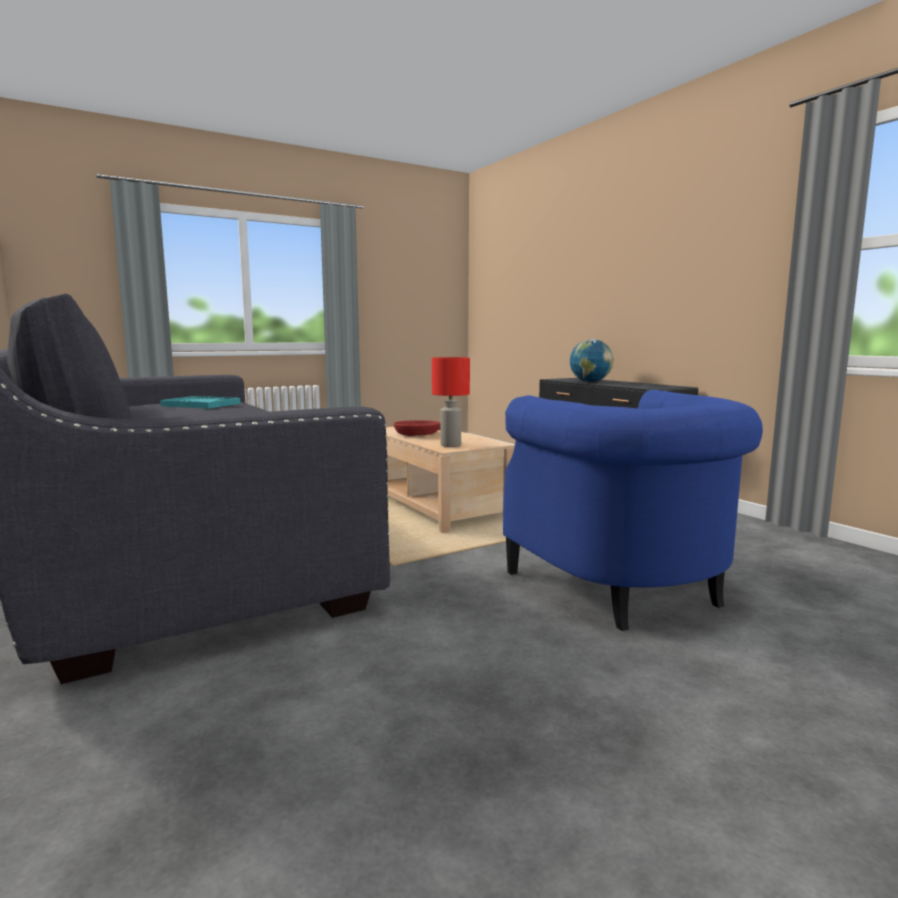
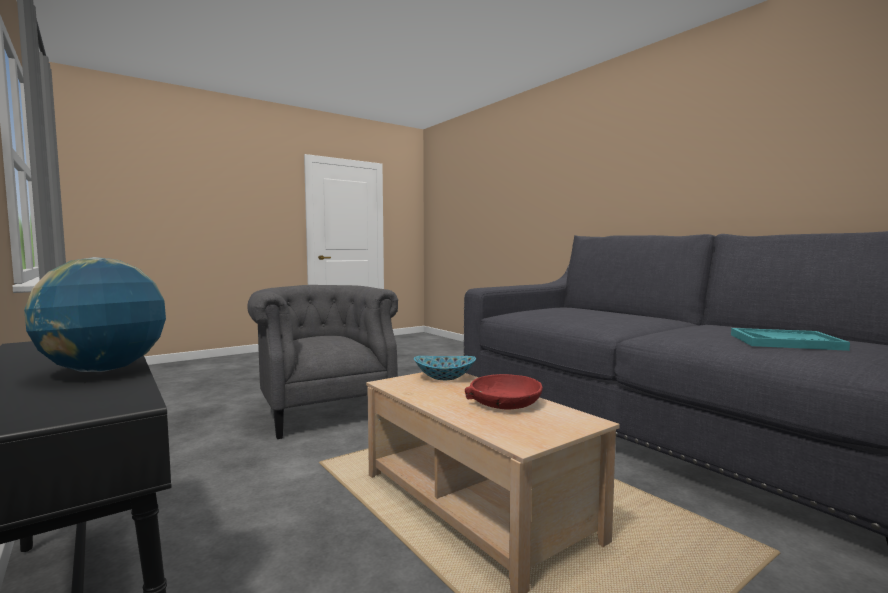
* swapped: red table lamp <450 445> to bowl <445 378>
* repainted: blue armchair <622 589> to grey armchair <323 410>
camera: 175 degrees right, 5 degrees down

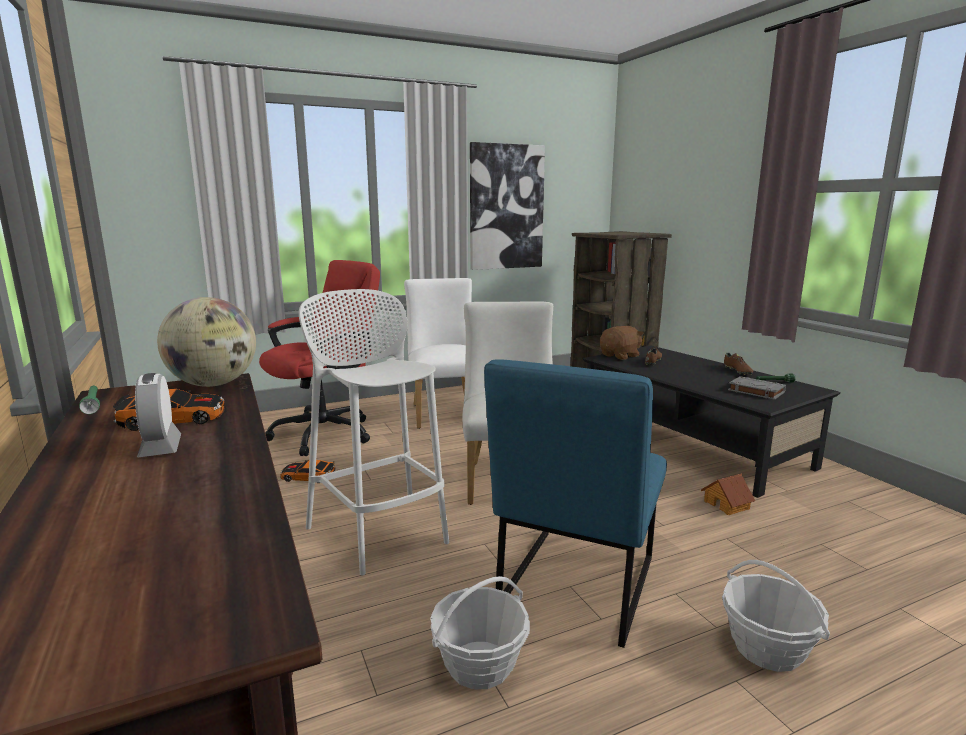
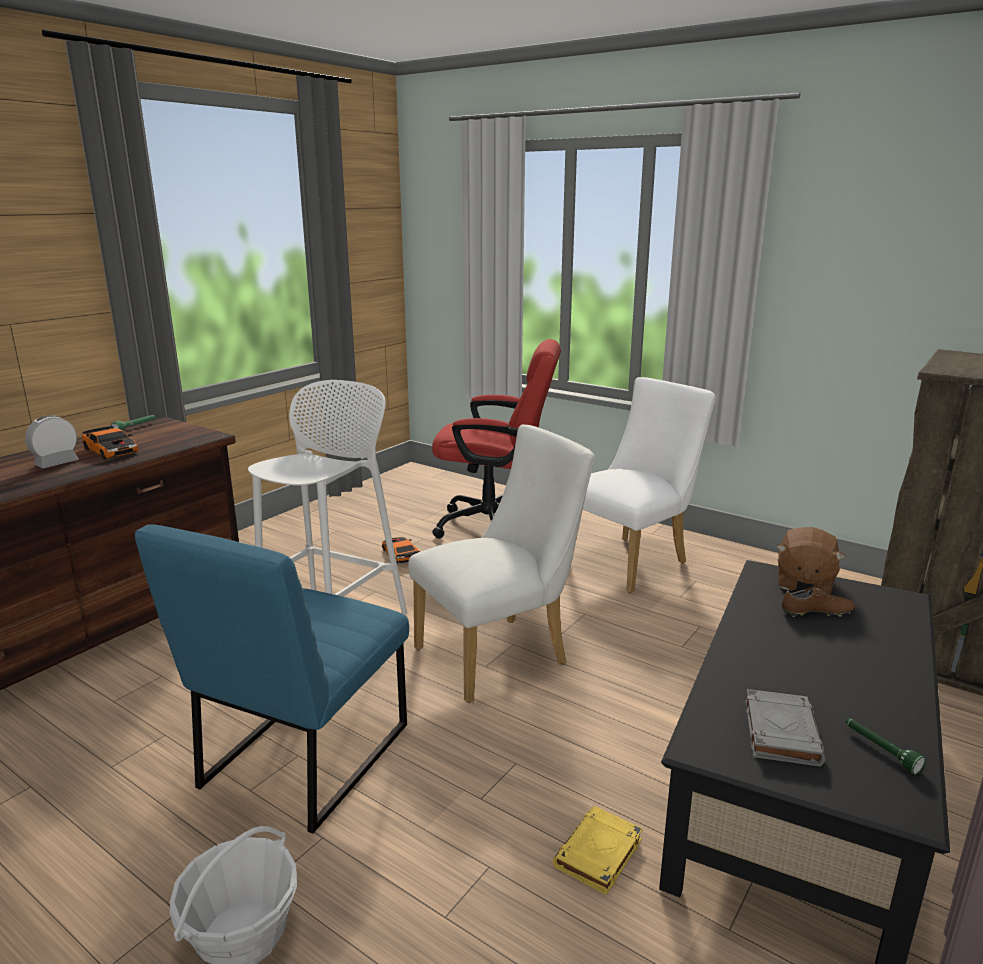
* gone: globe <213 384>
* gone: basket <480 664>
* gone: picture <506 207>
* rotated: blue chair <575 585> = <301 758> 60 degrees counterclockwise
* rotated: brown plush toy <620 356> = <803 582> 90 degrees clockwise
* swapped: toy house <727 504> to yellow book <598 854>
* gone: brown shoe <737 371>
camera: 60 degrees right, 5 degrees up

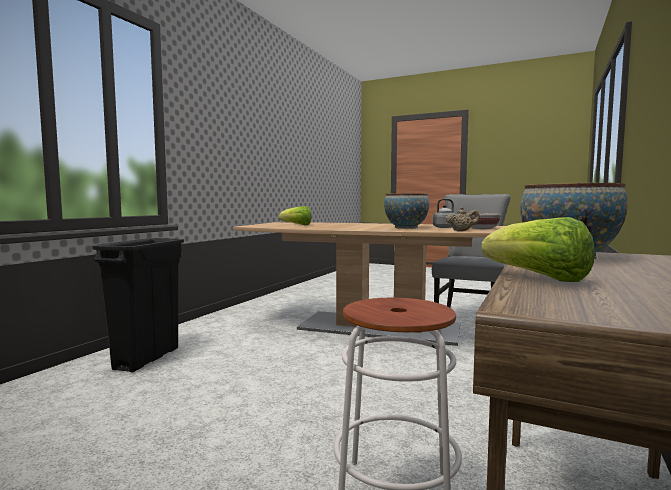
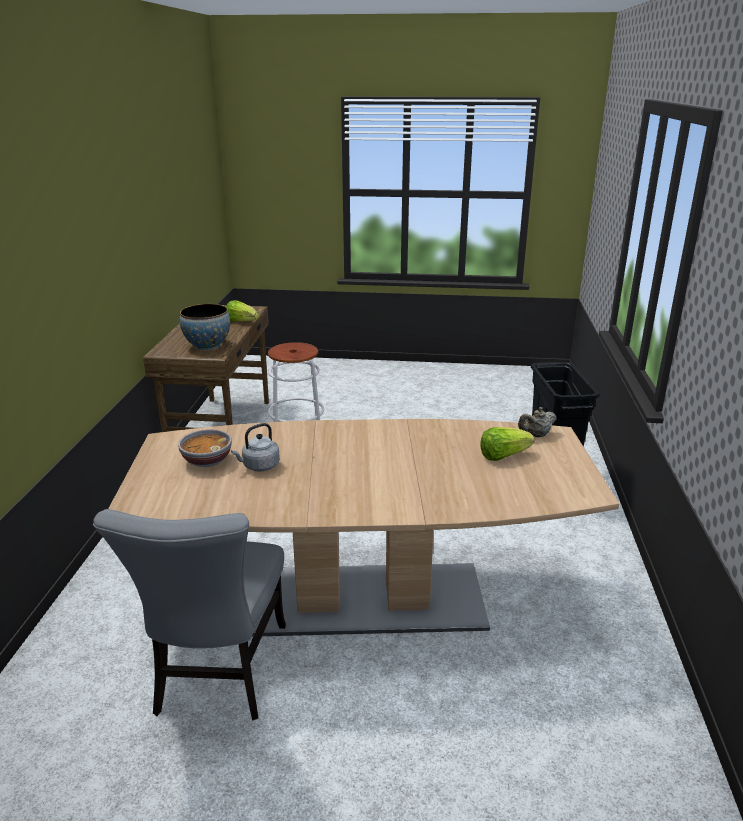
* gone: bowl <406 228>
* shifted: beige teapot <462 231> to <536 435>
camera: 160 degrees right, 20 degrees up

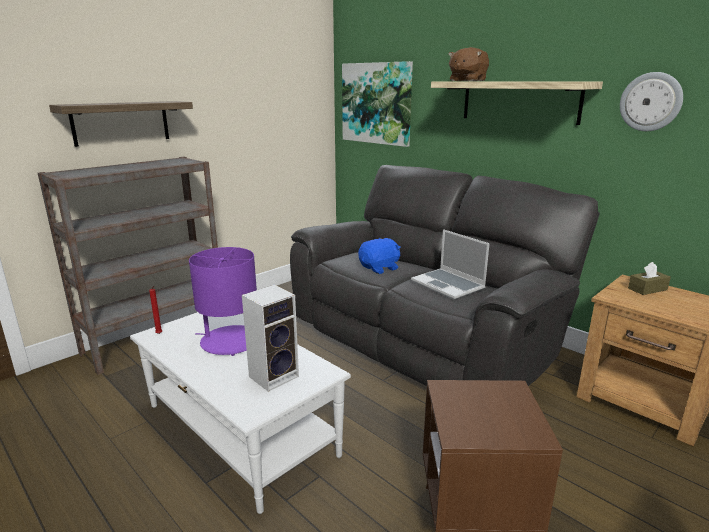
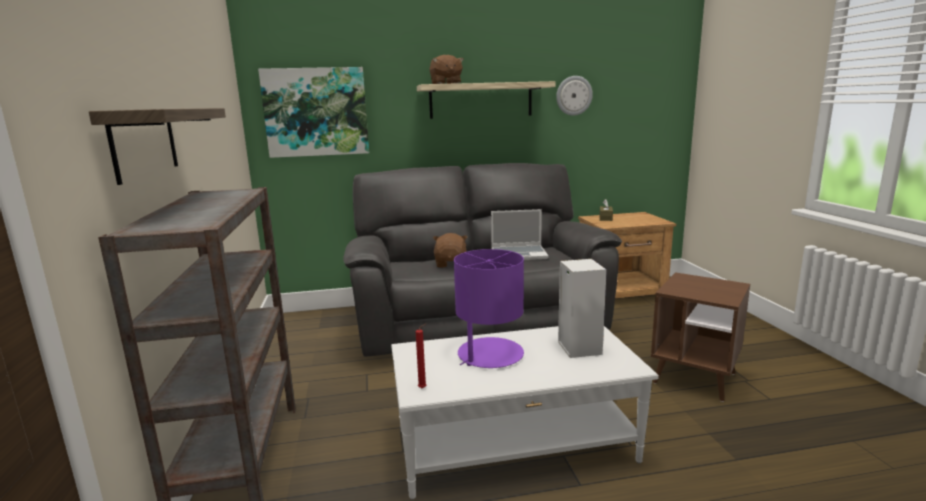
* repainted: blue plush toy <380 268> to brown plush toy <451 264>
camera: 55 degrees left, 5 degrees down

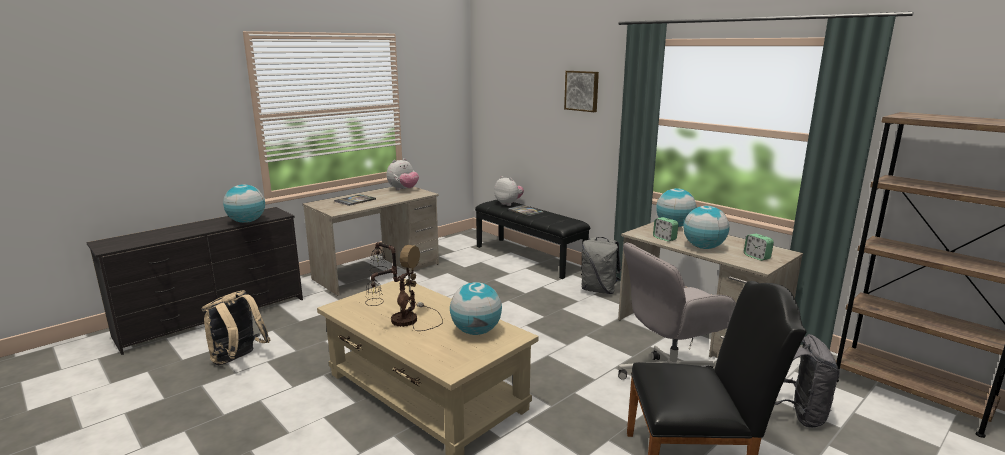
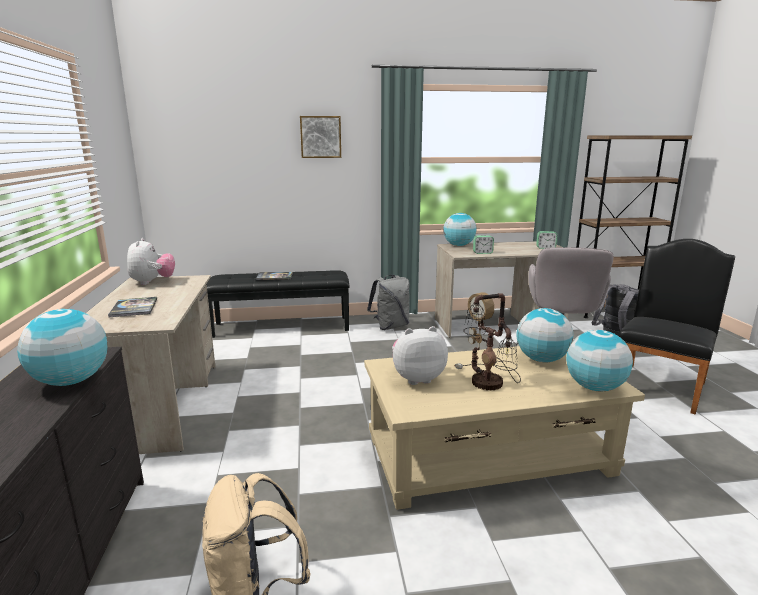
* shifted: plush toy <509 204> to <417 378>
* shifted: globe <703 247> to <595 387>
camera: 55 degrees left, 0 degrees up

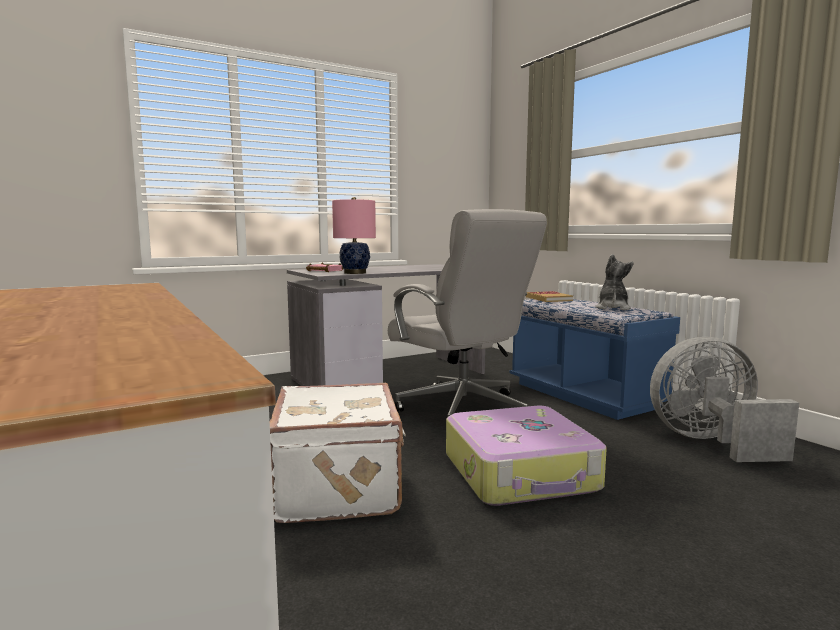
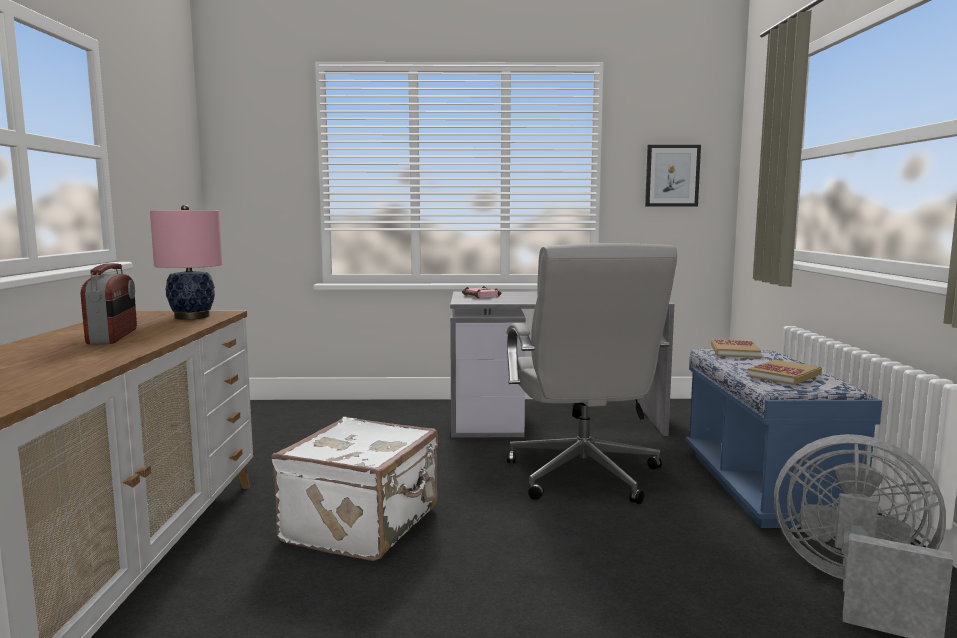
* shifted: pink table lamp <354 273> to <191 317>
* gone: suitcase <521 473>
* swapped: plush toy <612 308> to book <784 375>
* new: radio <114 337>
* new: picture <672 175>
camera: 30 degrees right, 0 degrees up

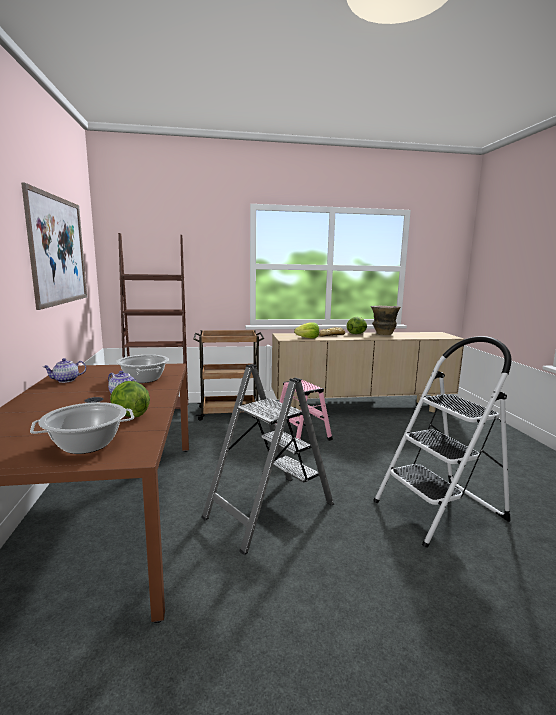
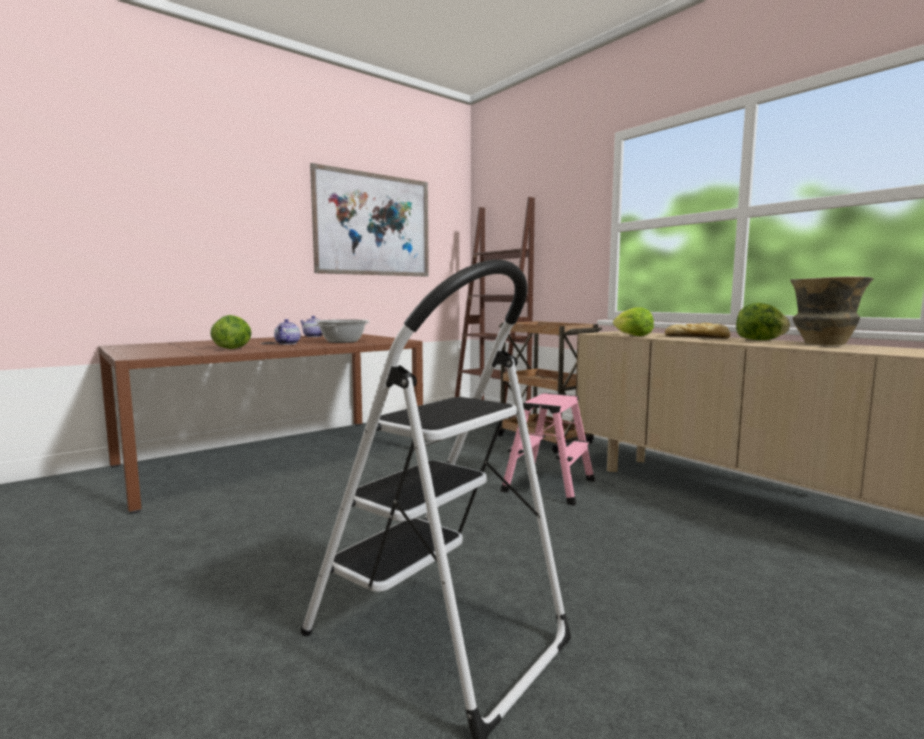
* gone: cooking pot <87 444>
* gone: grey step ladder <268 511>
camera: 60 degrees right, 5 degrees down

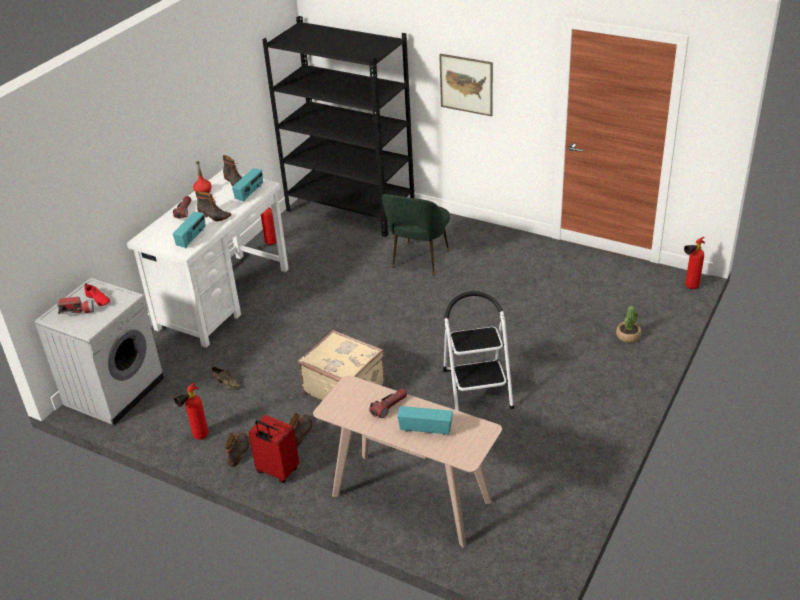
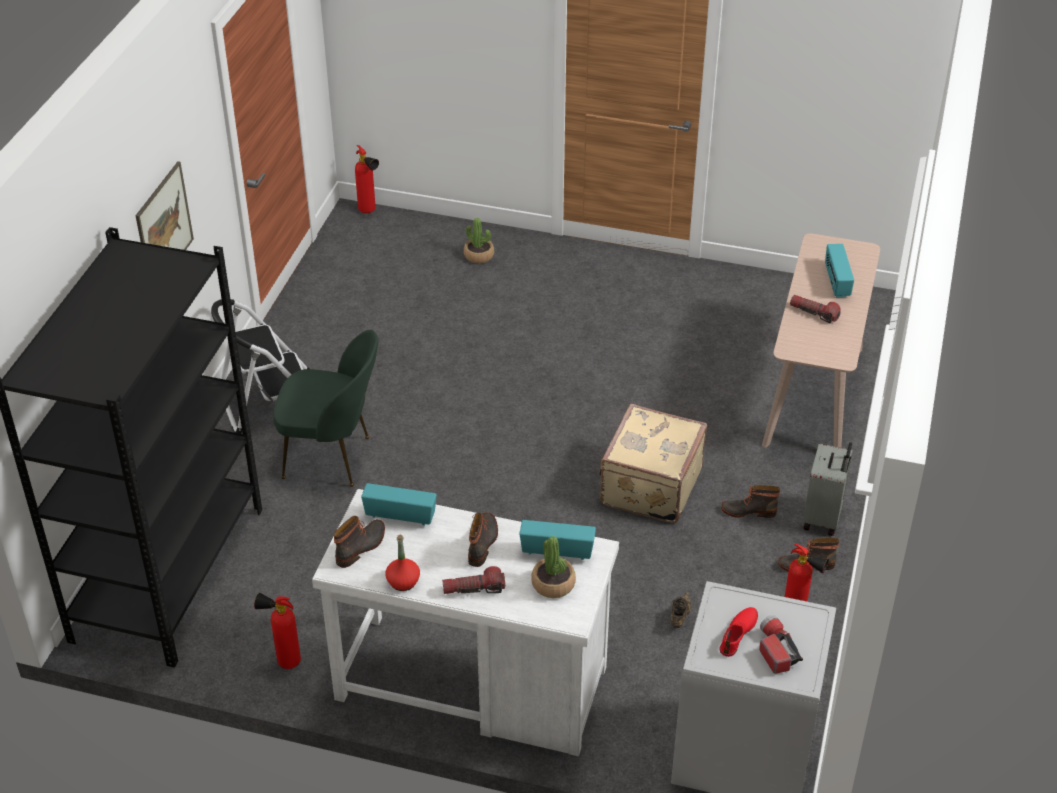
* repainted: red suitcase <277 471> to grey suitcase <823 518>
* shifted: step ladder <477 387> to <269 404>
* new: potted plant <553 584>
camera: 105 degrees left, 5 degrees up

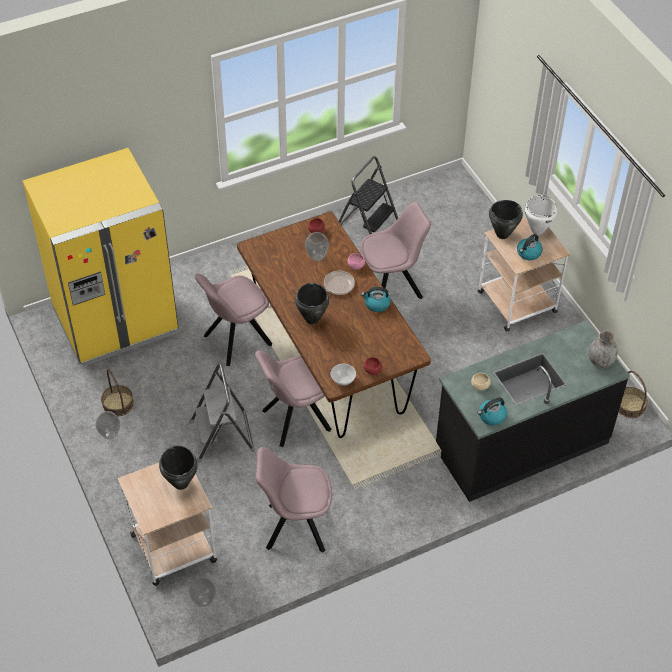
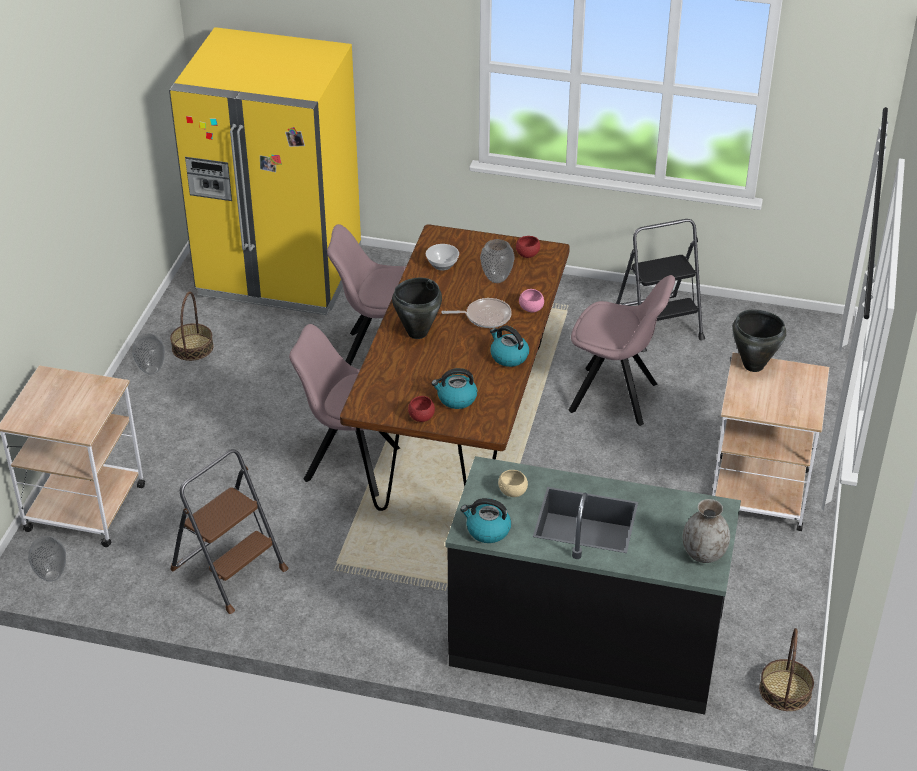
* gone: black cooking pot <181 483>
* gone: grey step ladder <224 436>
* swapped: pink chair <295 527> to brown step ladder <226 567>
* shifted: bowl <342 380> to <442 264>
* shifted: kettle <528 253> to <456 399>
* gone: white cooking pot <537 230>
camera: 40 degrees right, 10 degrees down

